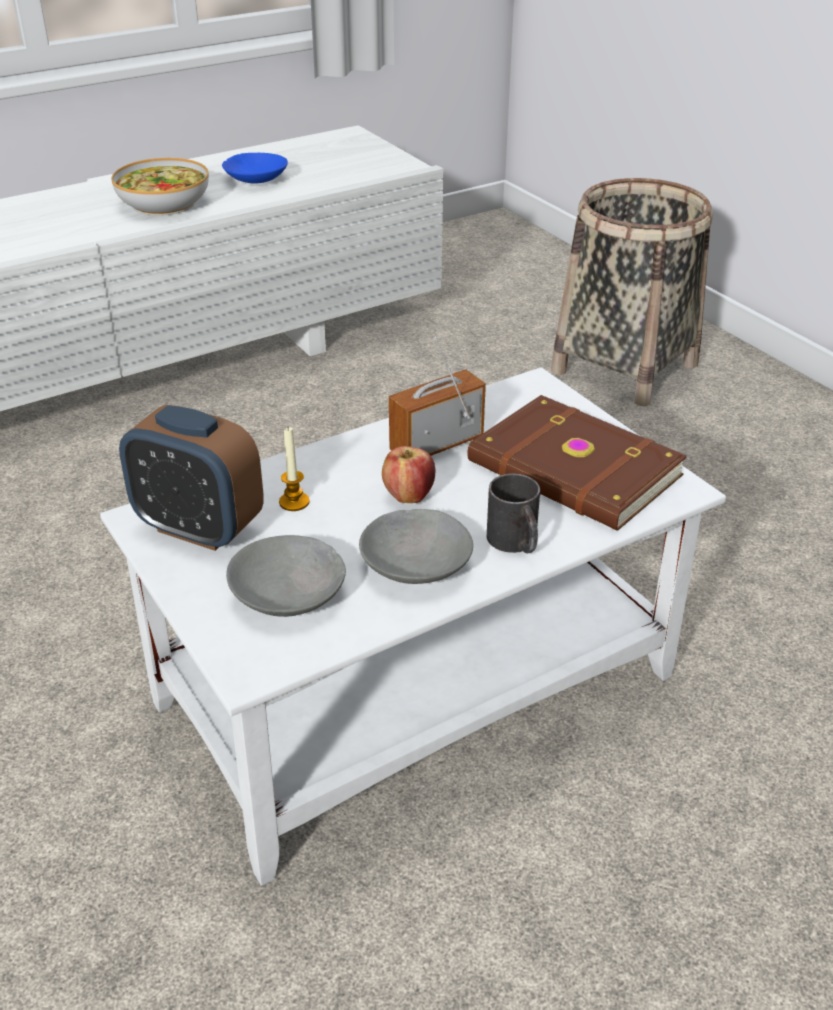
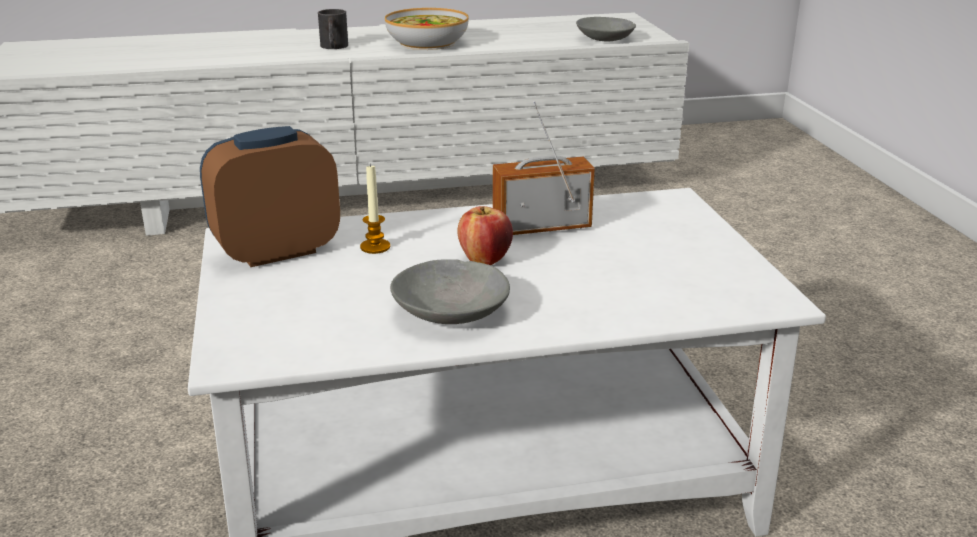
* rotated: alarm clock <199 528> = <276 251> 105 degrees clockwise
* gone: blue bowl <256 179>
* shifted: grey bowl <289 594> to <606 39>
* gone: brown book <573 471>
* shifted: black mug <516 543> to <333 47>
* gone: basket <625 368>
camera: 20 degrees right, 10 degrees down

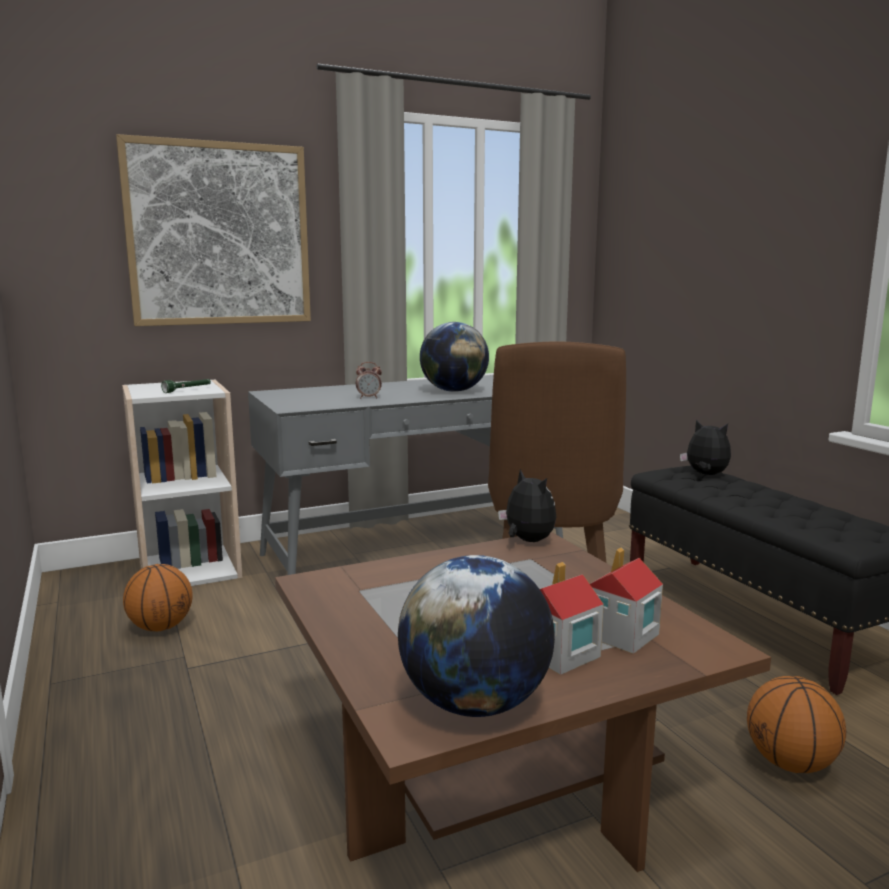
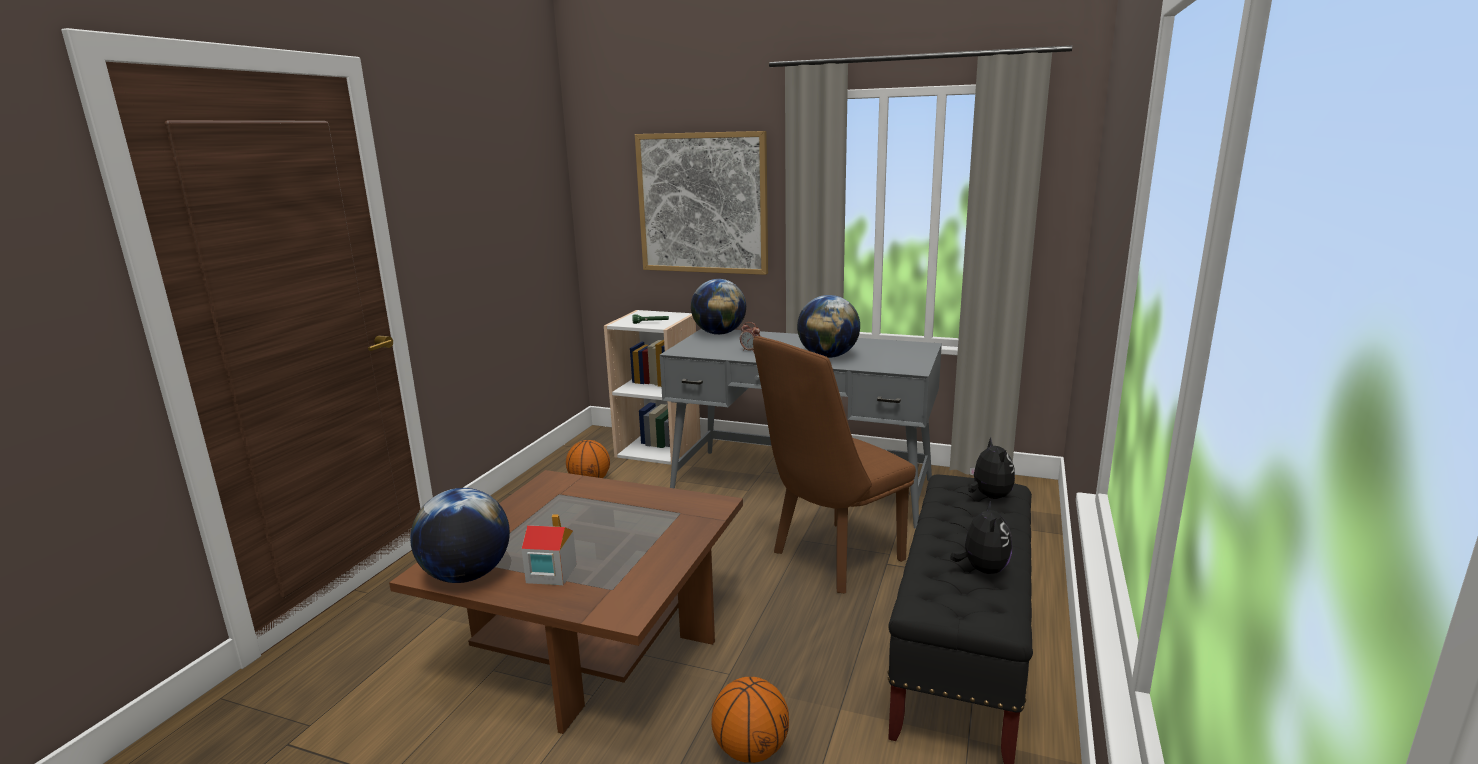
* shifted: plush toy <527 541> to <982 569>
* gone: toy house <621 635>
* new: globe <719 333>
camera: 45 degrees right, 5 degrees up

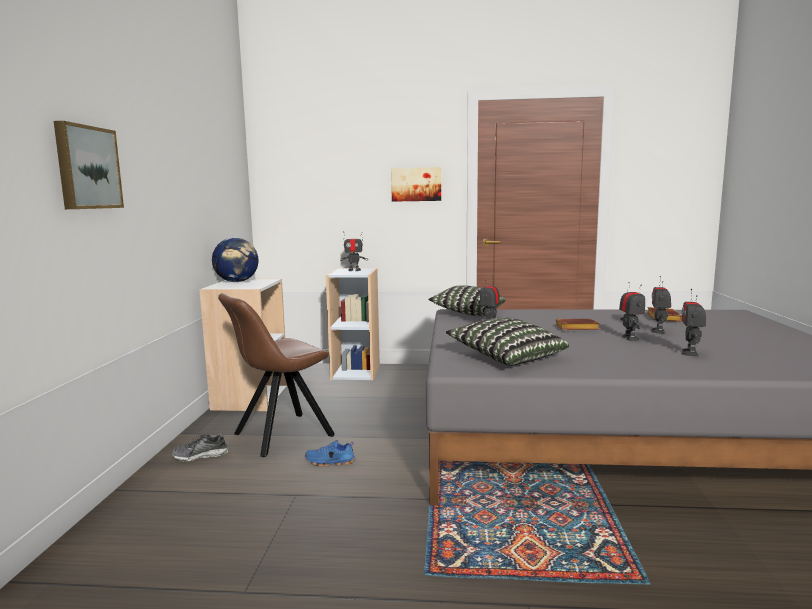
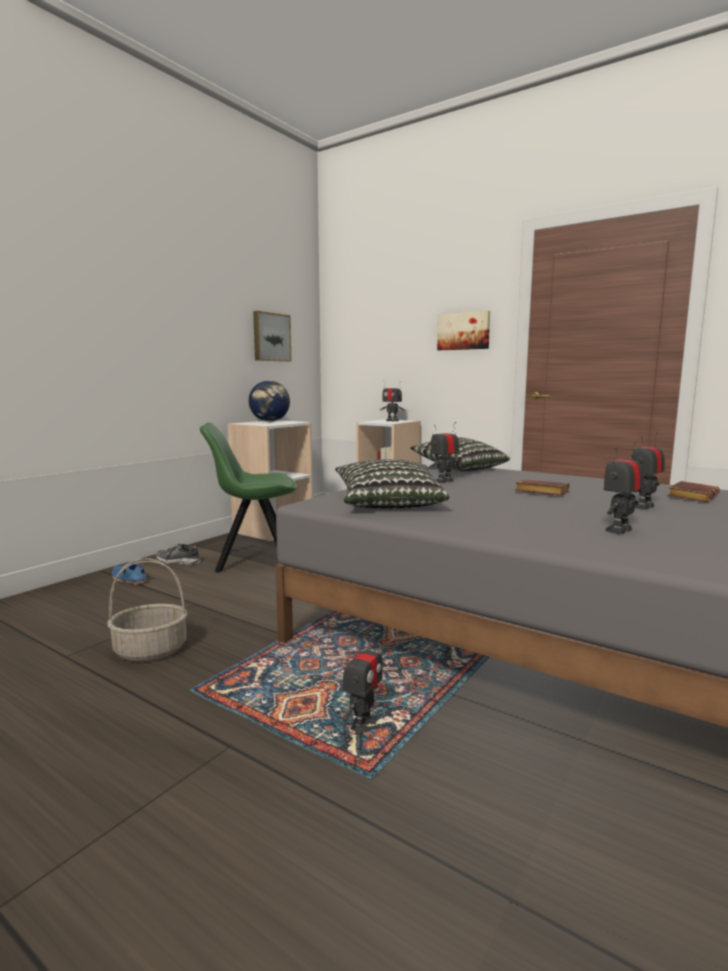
* shifted: picture <86 168> to <271 337>
* repainted: brown chair <282 434> to green chair <254 560>
* shifted: blue shoe <330 462> to <128 580>
* shifted: toy robot <630 338> to <362 725>
* new: basket <151 650>
camera: 30 degrees right, 0 degrees up

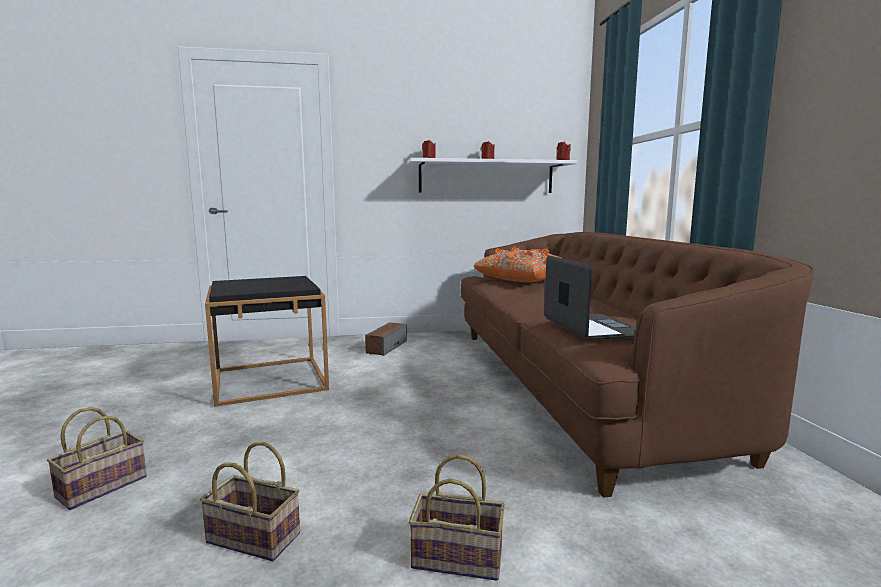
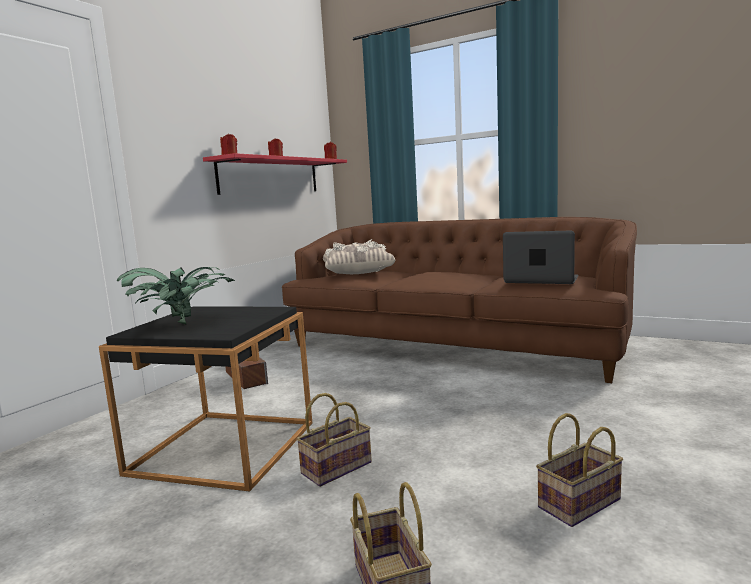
* repainted: white shelf <486 177> to red shelf <270 176>
* shifted: basket <460 557> to <337 467>
* repainted: orange pillow <521 280> to beige pillow <357 273>
* new: potted plant <180 324>
camera: 50 degrees left, 0 degrees up

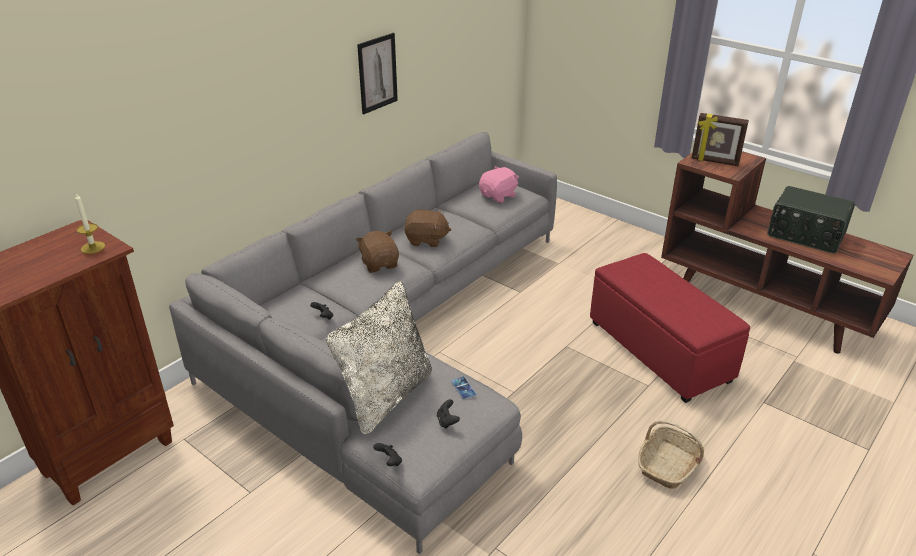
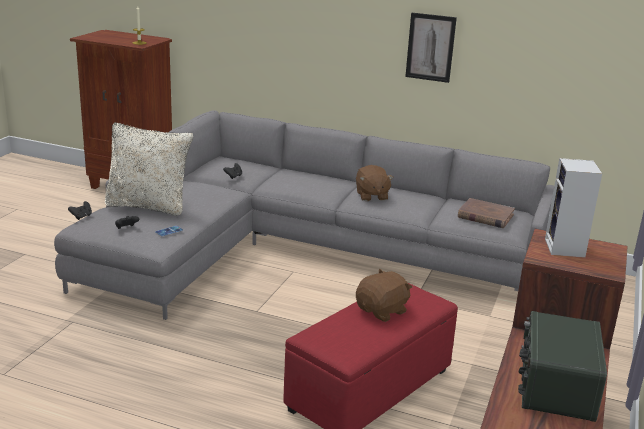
* shifted: brown plush toy <380 264> to <382 311>
* swapped: pink plush toy <499 196> to brown book <485 216>
* gone: basket <668 465>
* swapped: picture frame <714 161> to speaker <566 249>
camera: 70 degrees right, 10 degrees down

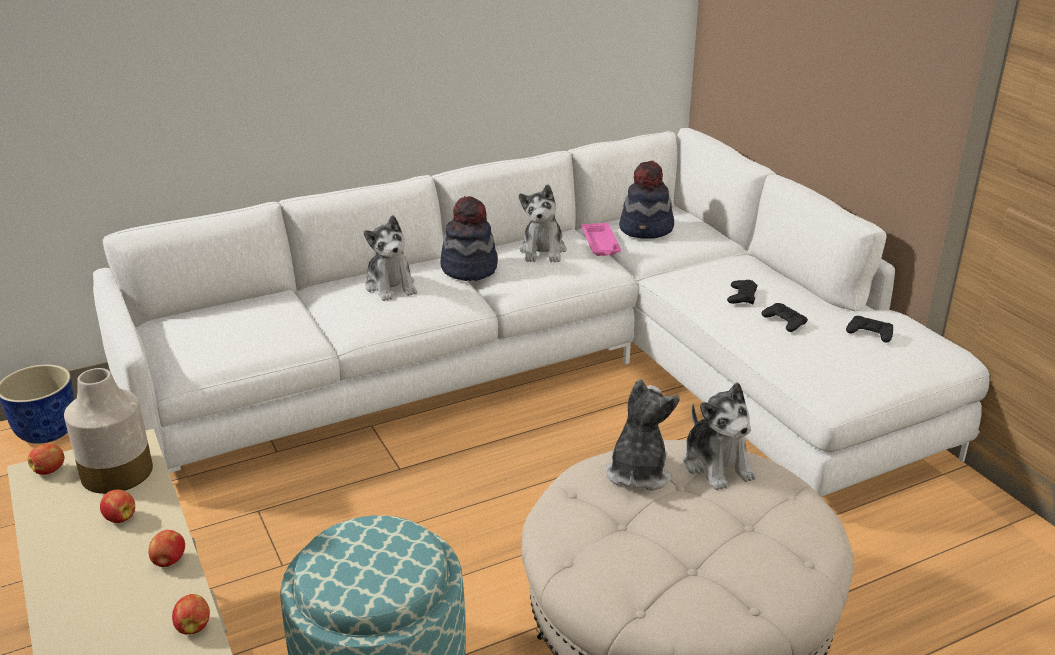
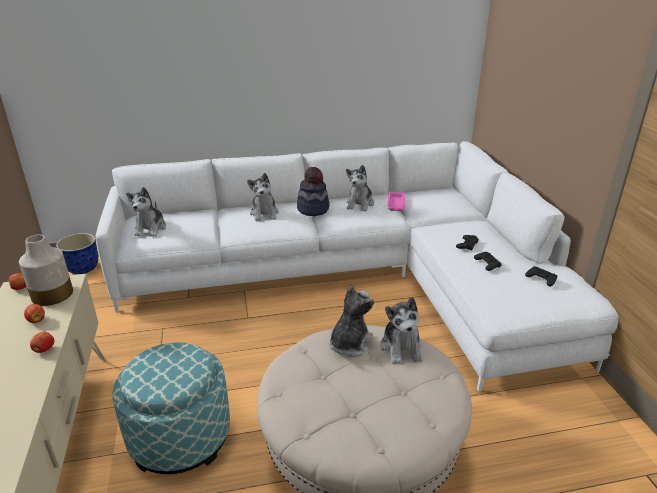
* gone: apple <193 626>
* gone: hat <647 229>
* new: plush toy <150 228>
camera: 15 degrees right, 0 degrees up

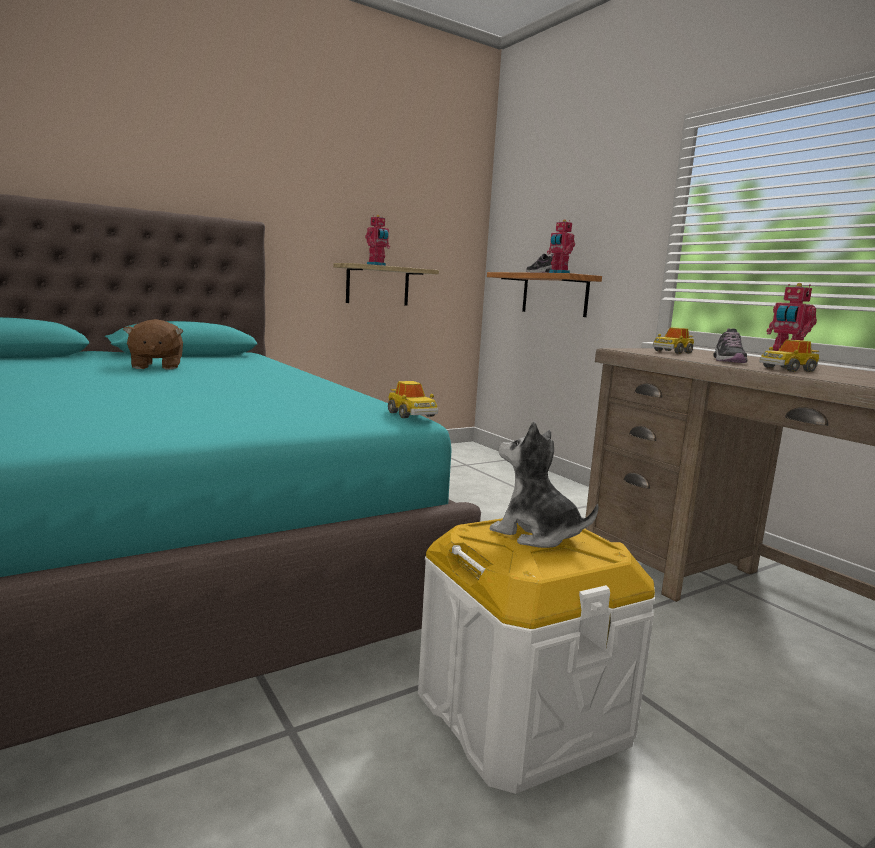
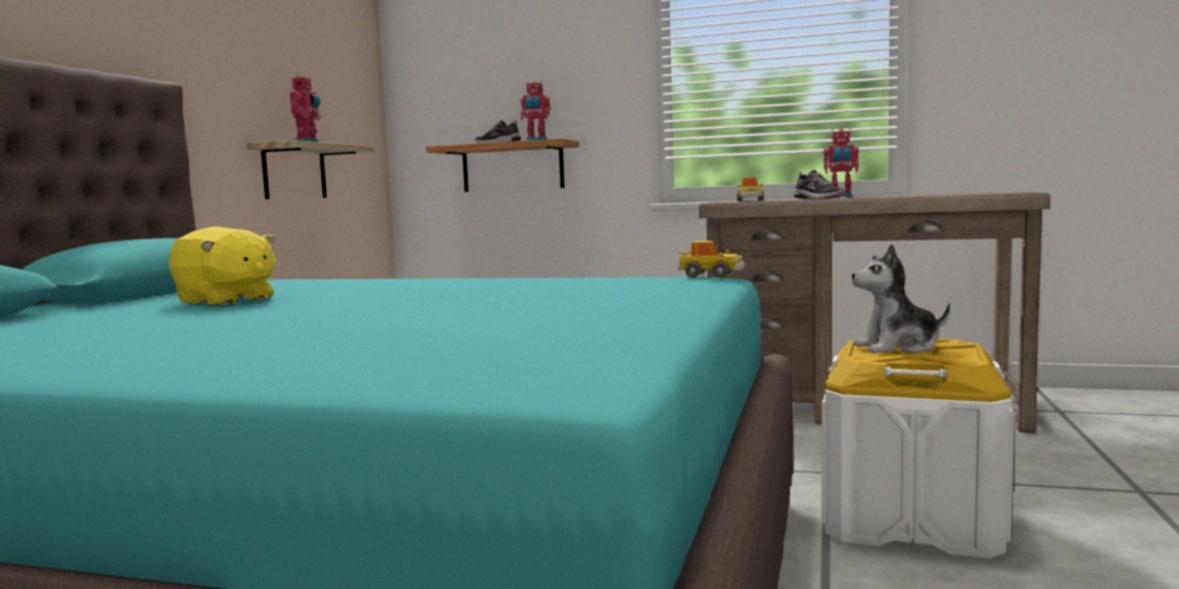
* repainted: brown plush toy <156 366> to yellow plush toy <226 300>
* gone: toy car <787 369>
camera: 40 degrees left, 5 degrees down

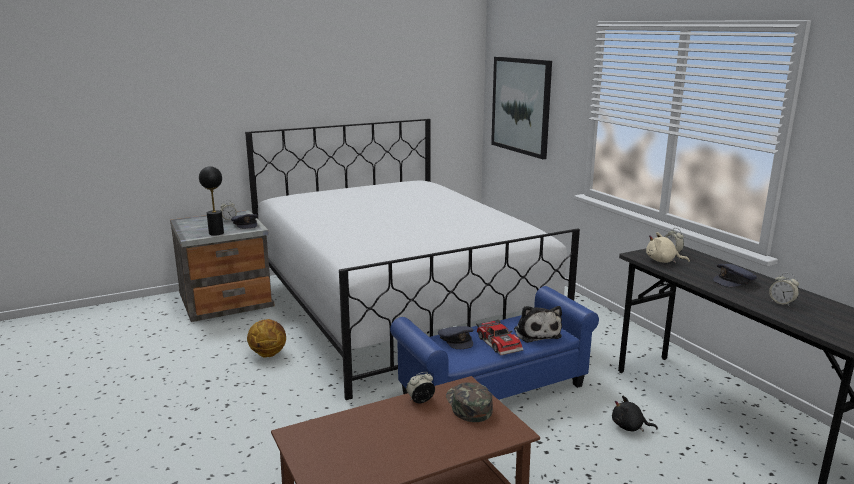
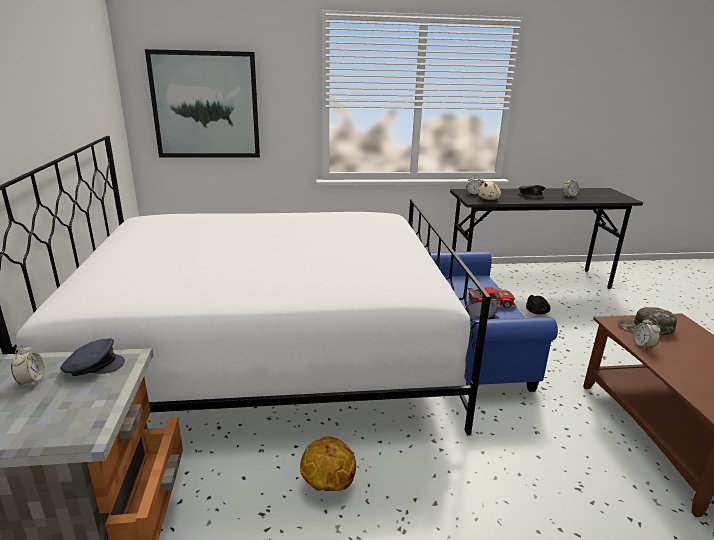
* gone: black table lamp <216 233>
* gone: plush toy <536 333>
camera: 70 degrees left, 5 degrees up

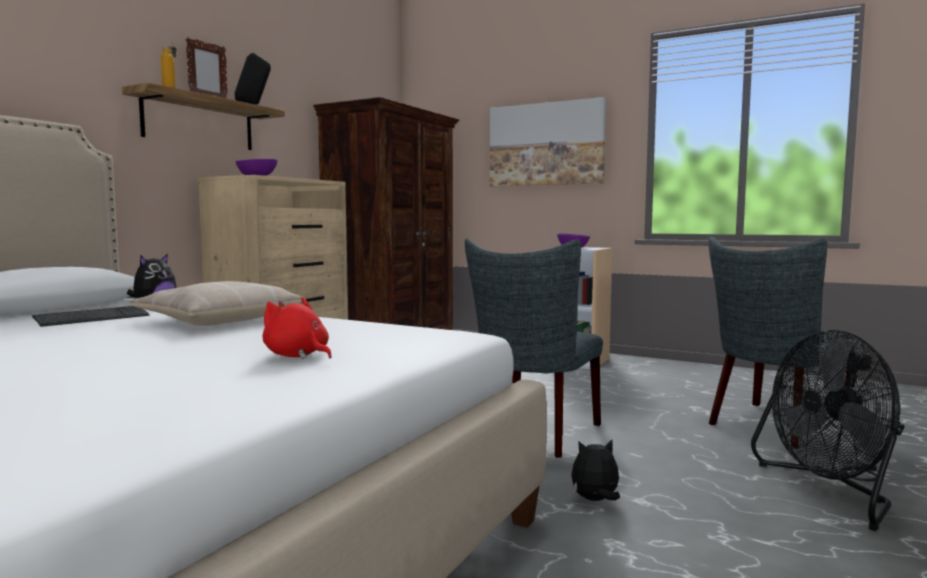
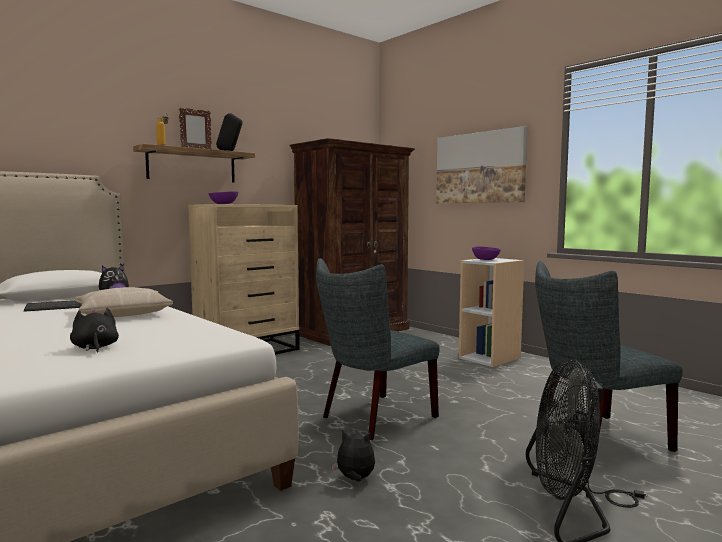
* repainted: red plush toy <298 356> to black plush toy <95 348>
camera: 20 degrees right, 0 degrees up

